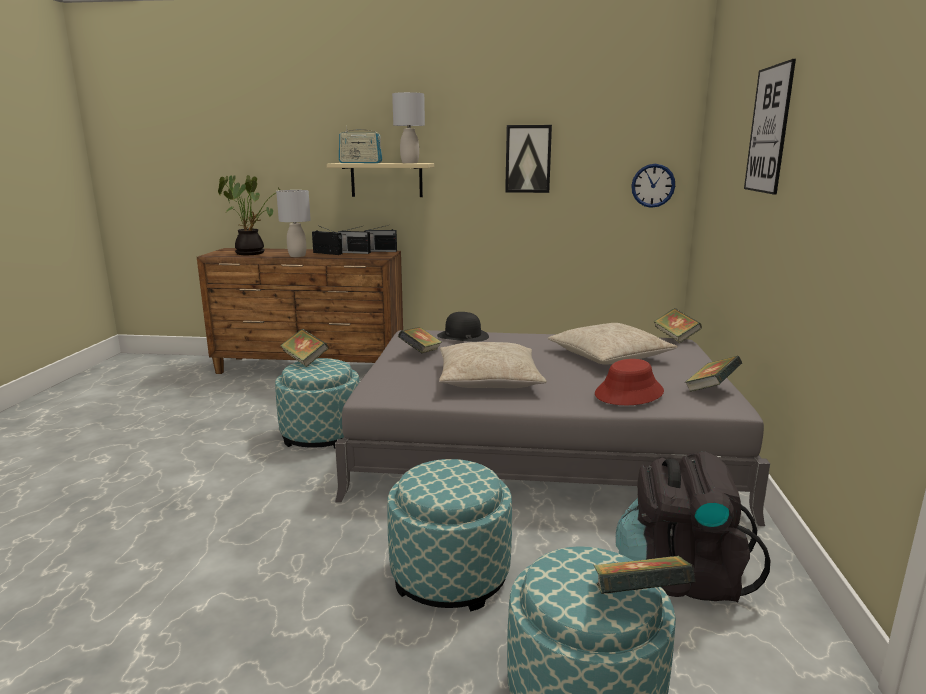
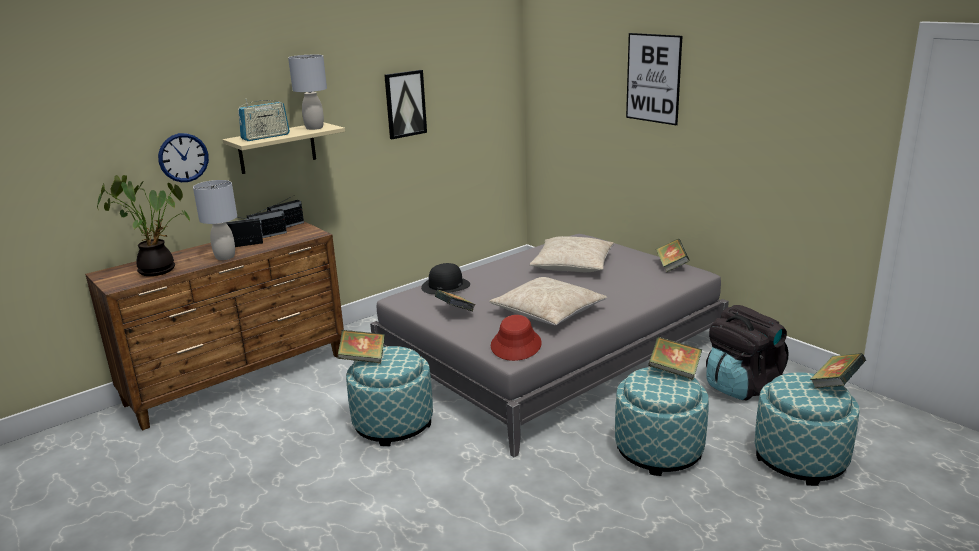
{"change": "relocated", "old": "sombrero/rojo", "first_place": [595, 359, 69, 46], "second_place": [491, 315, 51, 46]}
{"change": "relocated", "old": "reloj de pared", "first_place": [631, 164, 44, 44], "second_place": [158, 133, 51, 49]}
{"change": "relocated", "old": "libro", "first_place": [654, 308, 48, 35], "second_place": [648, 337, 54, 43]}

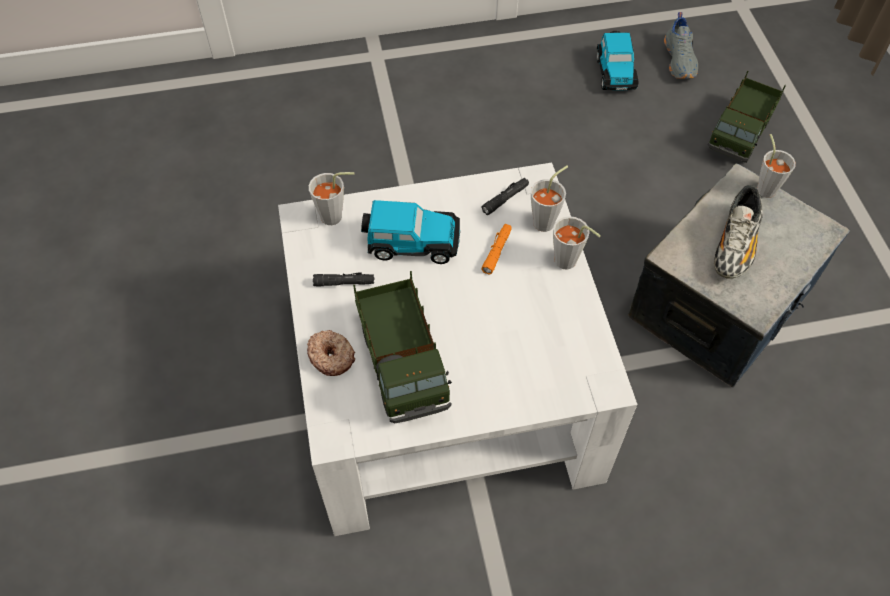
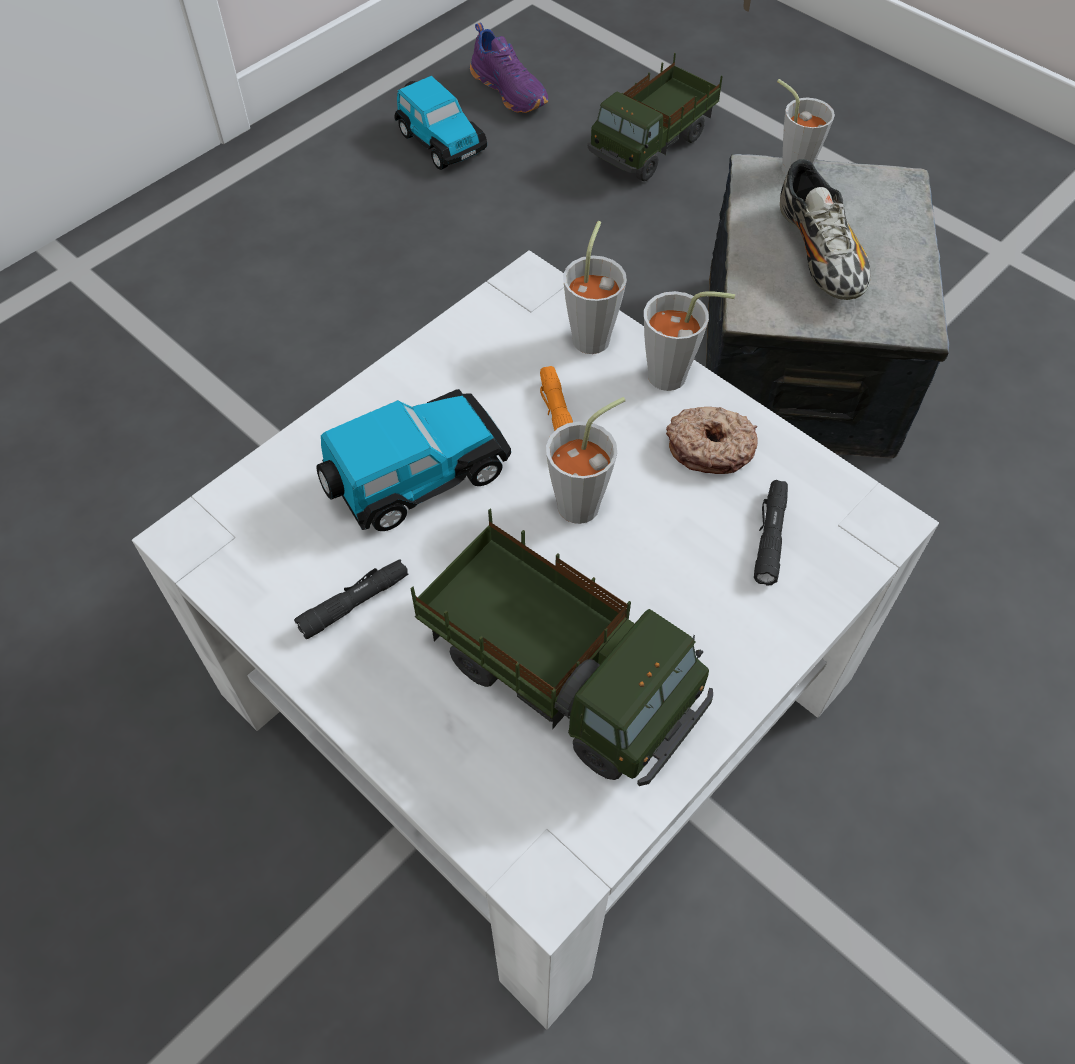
{"change": "relocated", "old": "rosquilla", "first_place": [307, 330, 48, 46], "second_place": [666, 407, 91, 67]}
{"change": "relocated", "old": "taza/gris", "first_place": [309, 172, 46, 53], "second_place": [546, 397, 80, 127]}
{"change": "relocated", "old": "linterna/negro", "first_place": [481, 178, 48, 37], "second_place": [754, 480, 34, 105]}
{"change": "colour", "old": "zapato/gris", "new": "zapato/morado", "first_place": [664, 12, 34, 67], "second_place": [470, 22, 78, 91]}
{"change": "spun", "old": "camión de juguete", "first_place": [708, 70, 78, 93], "second_place": [588, 53, 135, 128], "degrees": 45}

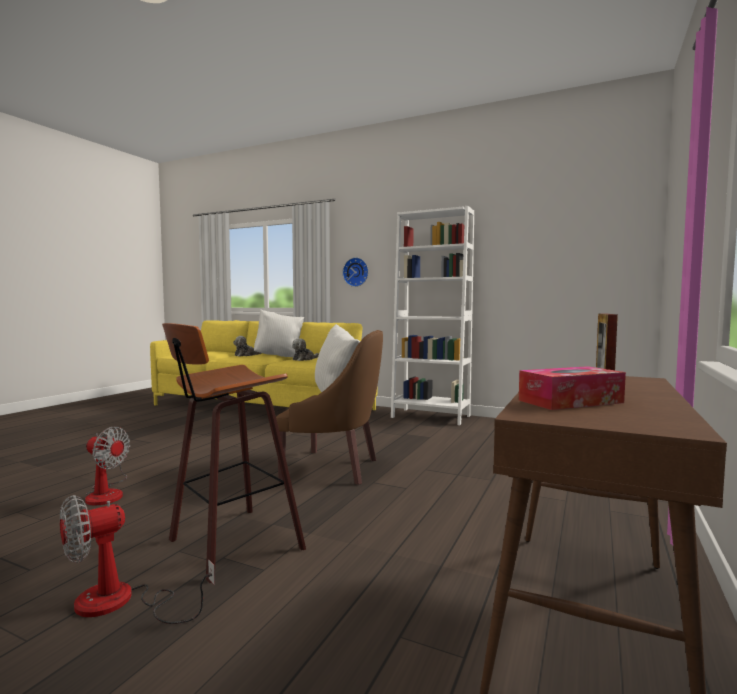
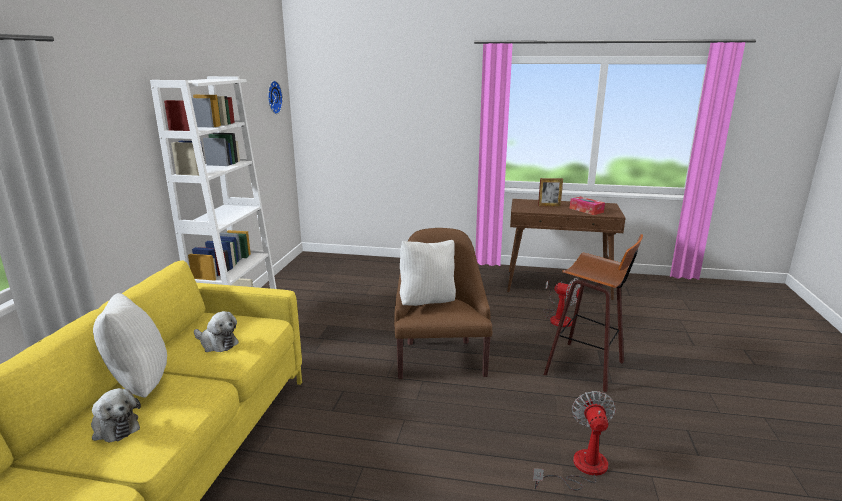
{"change": "relocated", "old": "ventilador", "first_place": [60, 495, 155, 129], "second_place": [543, 278, 37, 49]}
{"change": "relocated", "old": "reloj de pared", "first_place": [342, 257, 27, 30], "second_place": [268, 81, 15, 33]}

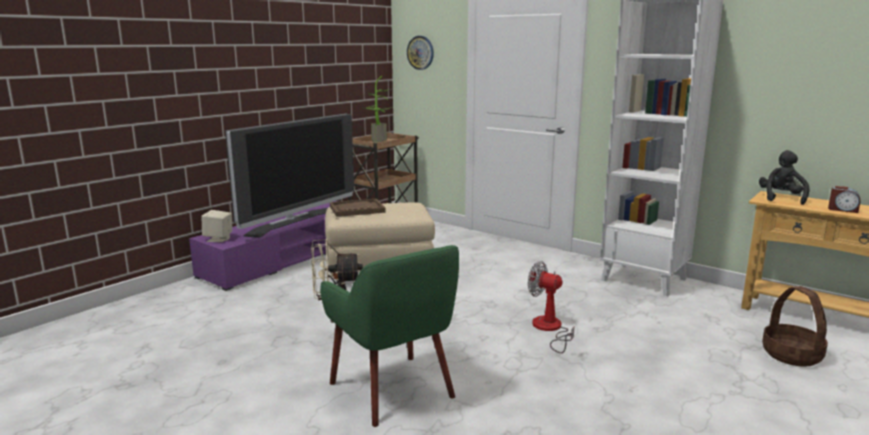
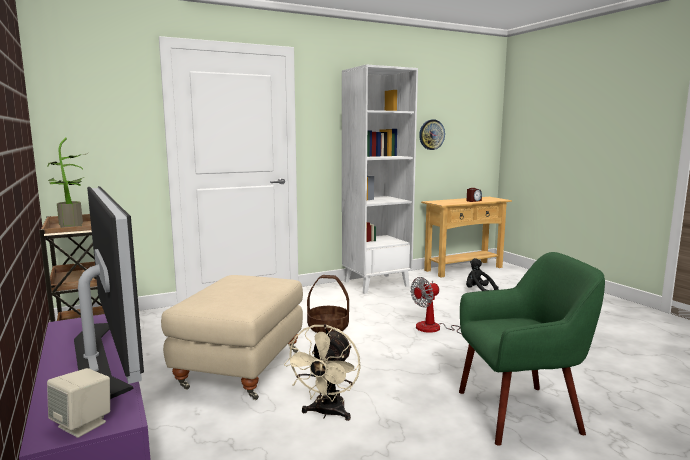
{"change": "missing", "old": "bandeja/marrón", "first_place": [330, 199, 56, 18]}
{"change": "relocated", "old": "reloj de pared", "first_place": [407, 36, 27, 34], "second_place": [419, 120, 26, 30]}
{"change": "relocated", "old": "peluche/negro", "first_place": [759, 150, 50, 55], "second_place": [466, 258, 33, 33]}
{"change": "relocated", "old": "cesta", "first_place": [762, 286, 66, 81], "second_place": [307, 275, 42, 58]}

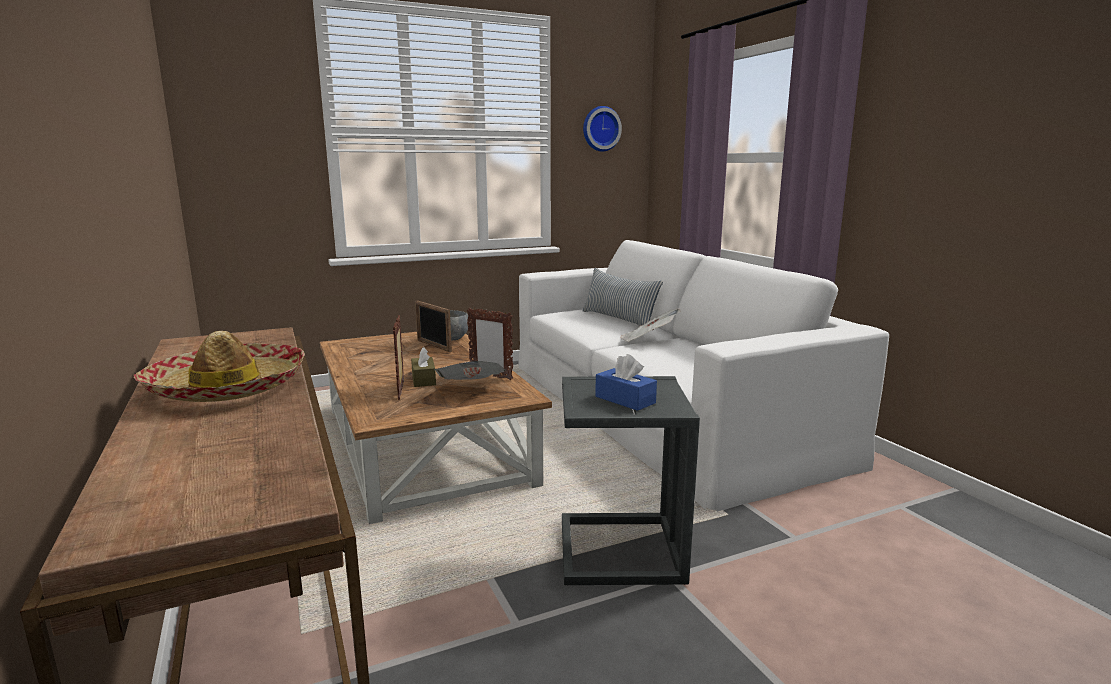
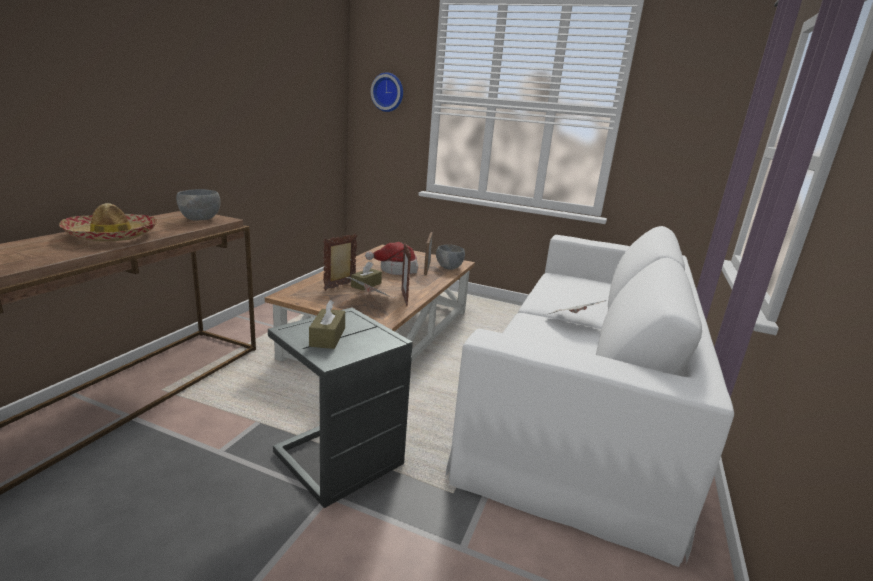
{"change": "relocated", "old": "reloj de pared", "first_place": [583, 106, 39, 46], "second_place": [371, 72, 32, 40]}
{"change": "missing", "old": "cojín", "first_place": [583, 268, 80, 58]}
{"change": "colour", "old": "caja de pañuelos/azul", "new": "caja de pañuelos/marrón", "first_place": [595, 354, 62, 57], "second_place": [309, 300, 36, 49]}
{"change": "appeared", "new": "cuenco/gris", "second_place": [176, 189, 45, 32]}
{"change": "appeared", "new": "sombrero", "second_place": [365, 242, 53, 33]}

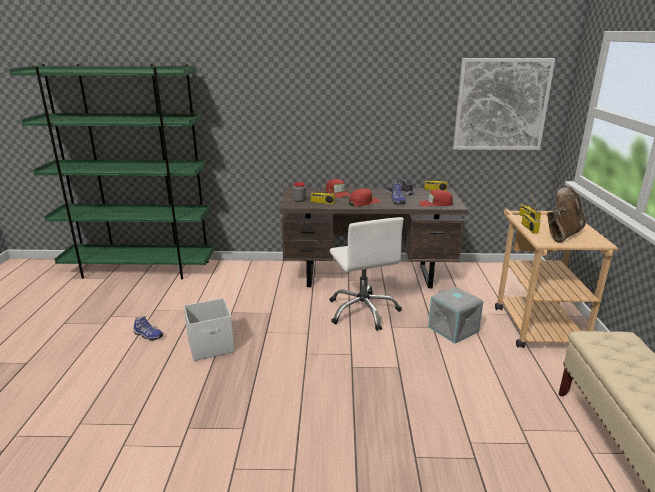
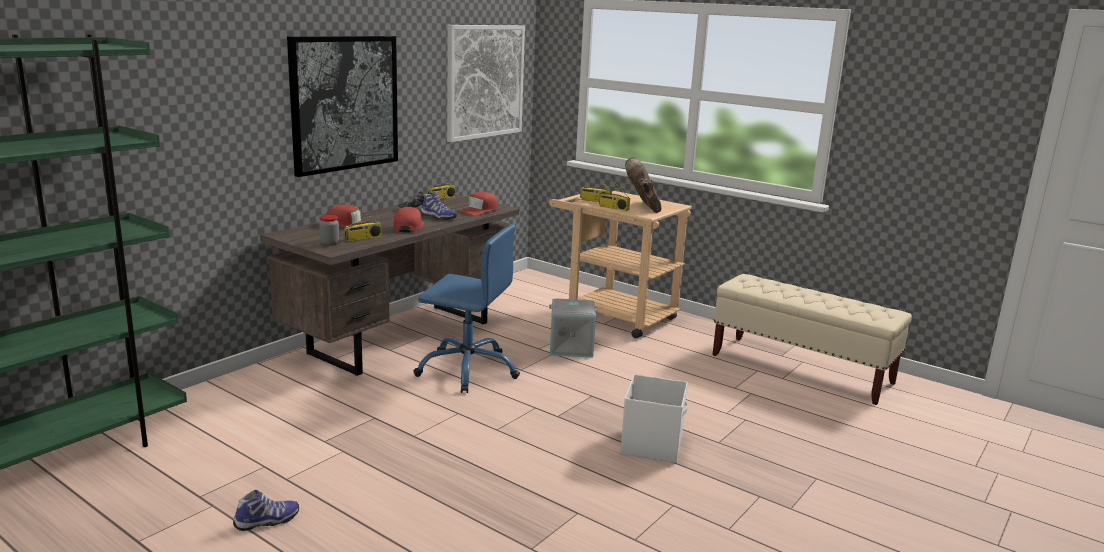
{"change": "relocated", "old": "caja de almacenaje/blanco", "first_place": [184, 298, 50, 63], "second_place": [621, 374, 67, 89]}
{"change": "colour", "old": "silla de oficina/blanco", "new": "silla de oficina/azul", "first_place": [330, 217, 74, 114], "second_place": [413, 224, 107, 169]}
{"change": "appeared", "new": "cuadro", "second_place": [287, 36, 111, 141]}

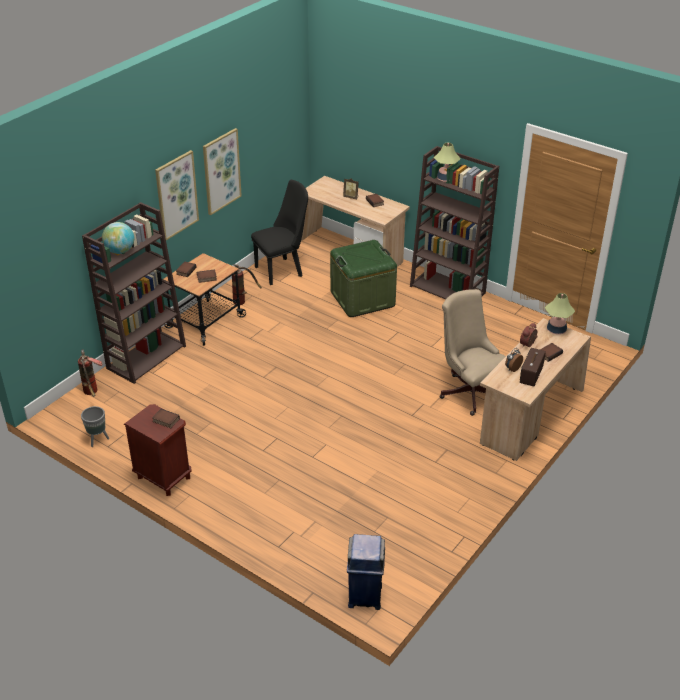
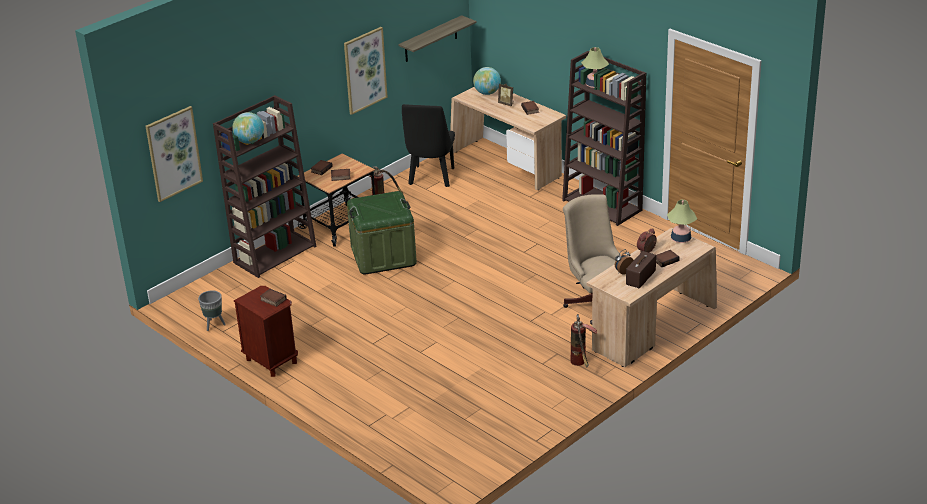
{"change": "relocated", "old": "extintor", "first_place": [78, 349, 24, 48], "second_place": [571, 314, 26, 53]}
{"change": "relocated", "old": "cuadro", "first_place": [155, 150, 44, 90], "second_place": [146, 106, 57, 96]}
{"change": "spun", "old": "silla/negro", "first_place": [251, 180, 57, 105], "second_place": [402, 104, 53, 83], "degrees": 120}
{"change": "relocated", "old": "caja de almacenaje/verde", "first_place": [330, 240, 67, 77], "second_place": [347, 191, 70, 84]}
{"change": "missing", "old": "papelera/azul", "first_place": [347, 534, 38, 76]}
{"change": "appeared", "new": "estante", "second_place": [398, 15, 79, 47]}
{"change": "appeared", "new": "globo terráqueo", "second_place": [473, 67, 28, 28]}

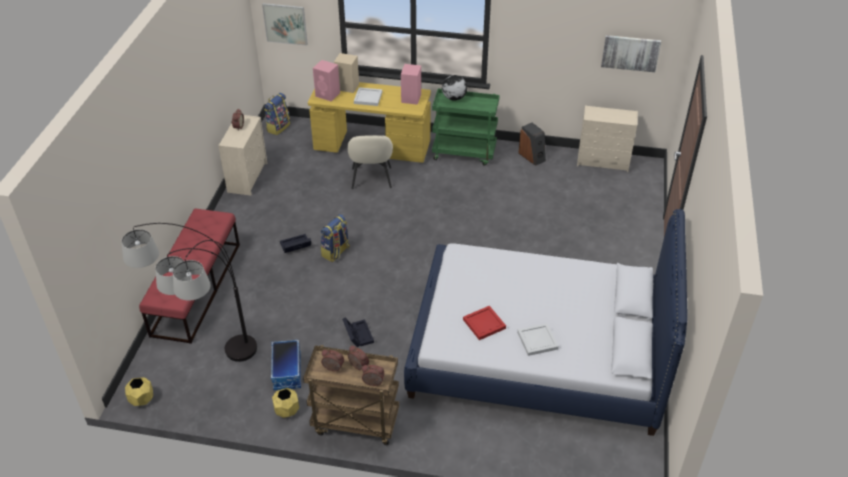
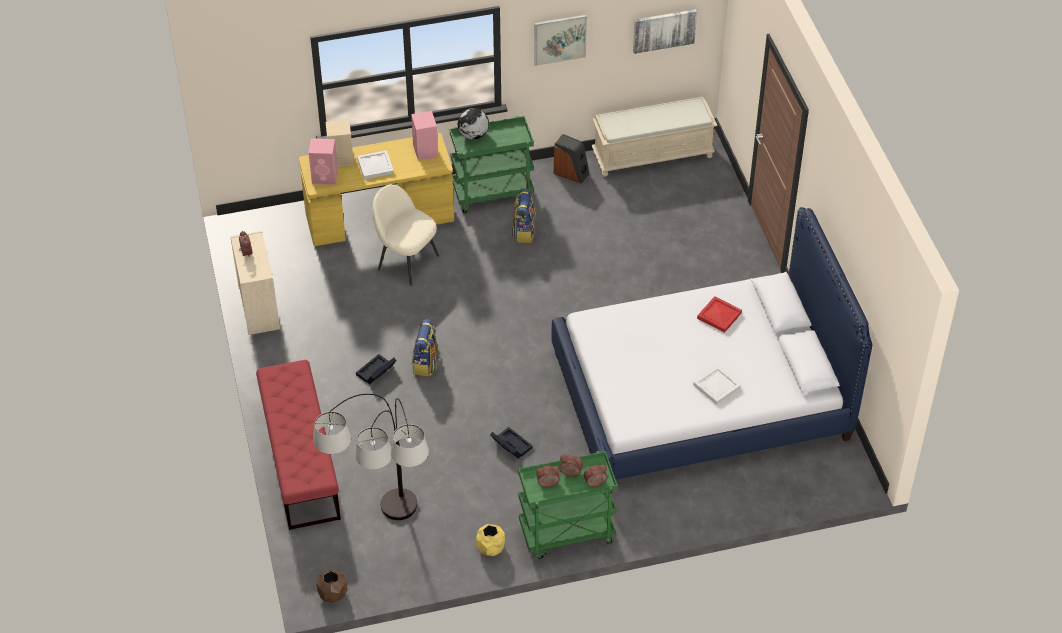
{"change": "colour", "old": "maceta/amarillo", "new": "maceta/marrón", "first_place": [125, 377, 28, 29], "second_place": [316, 569, 31, 34]}
{"change": "relocated", "old": "cuadro", "first_place": [262, 3, 46, 43], "second_place": [534, 15, 53, 51]}
{"change": "relocated", "old": "mochila", "first_place": [264, 93, 27, 42], "second_place": [512, 189, 24, 54]}
{"change": "missing", "old": "caja de almacenaje", "first_place": [271, 340, 30, 50]}
{"change": "colour", "old": "carrito/marrón", "new": "carrito/verde", "first_place": [303, 345, 96, 100], "second_place": [518, 451, 100, 108]}
{"change": "spun", "old": "silla/beis", "first_place": [348, 135, 45, 54], "second_place": [373, 184, 66, 102], "degrees": 150}
{"change": "relocated", "old": "bandeja/rojo", "first_place": [463, 306, 43, 34], "second_place": [697, 296, 45, 37]}
{"change": "exchanged", "old": "cómoda/beis", "new": "banco/beis", "first_place": [577, 105, 61, 67], "second_place": [592, 97, 126, 80]}

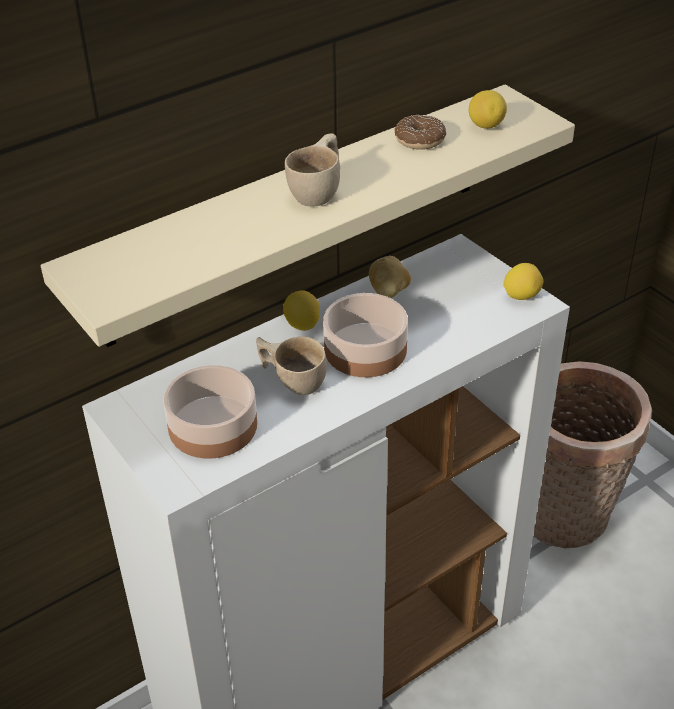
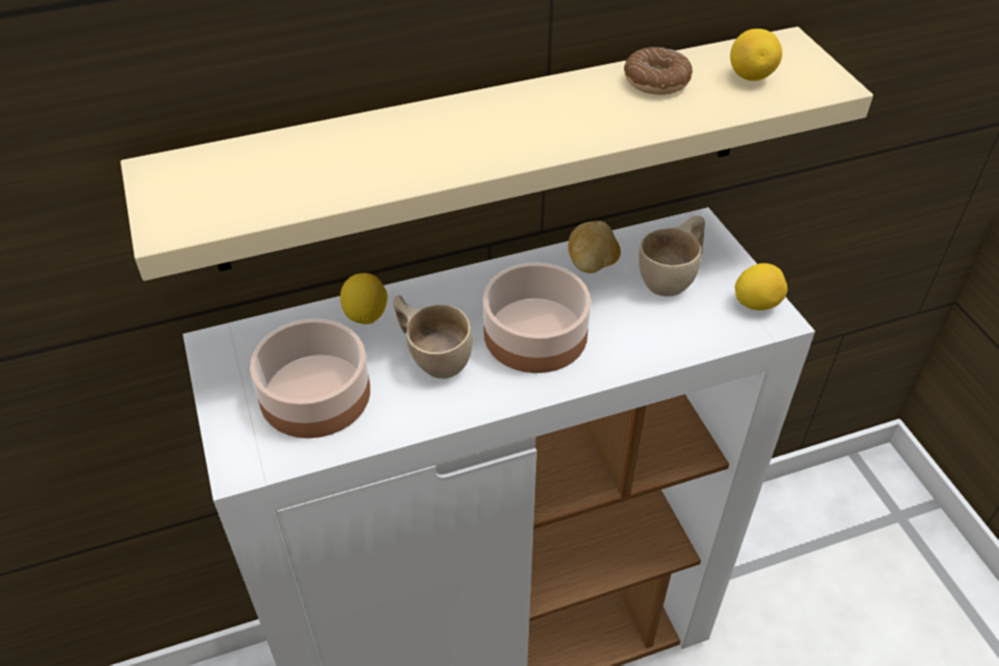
{"change": "relocated", "old": "limón", "first_place": [283, 290, 37, 41], "second_place": [340, 273, 48, 51]}
{"change": "relocated", "old": "taza/beis", "first_place": [285, 133, 55, 74], "second_place": [639, 216, 66, 81]}
{"change": "missing", "old": "cesta", "first_place": [533, 361, 119, 187]}

